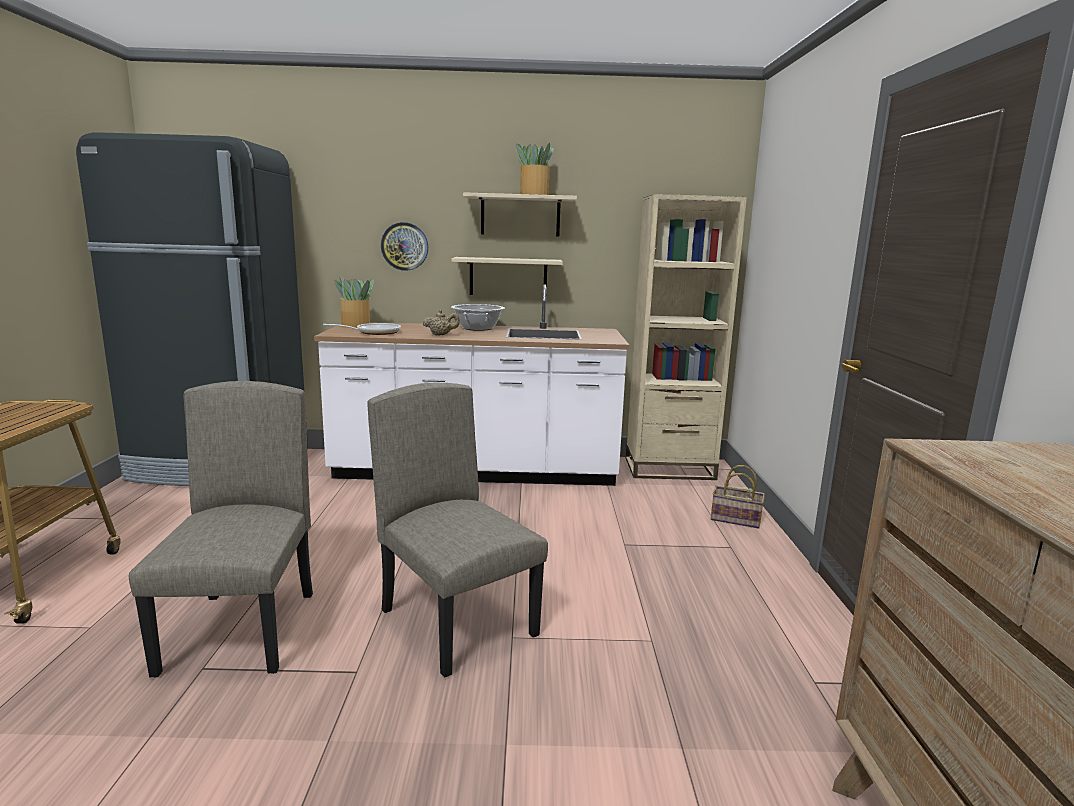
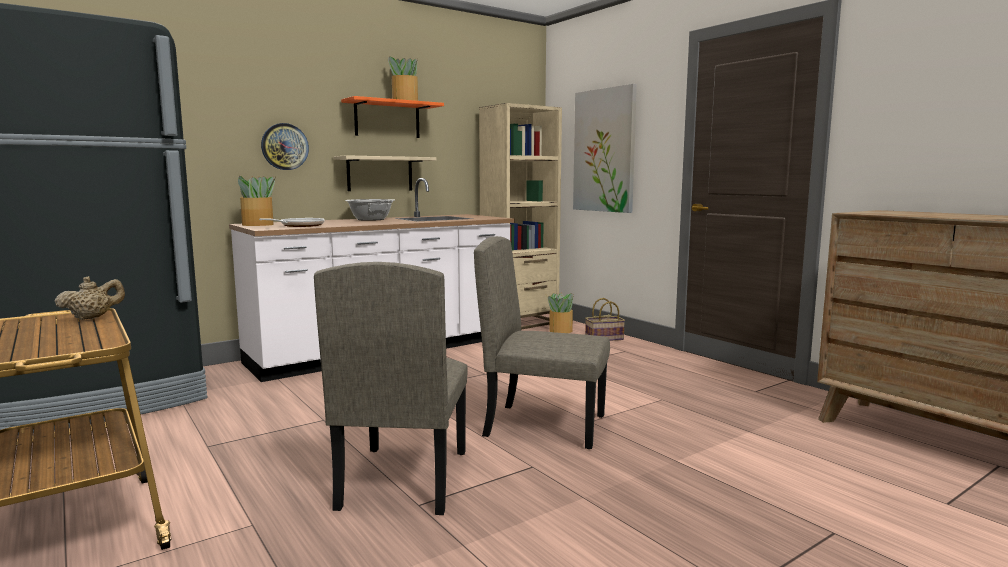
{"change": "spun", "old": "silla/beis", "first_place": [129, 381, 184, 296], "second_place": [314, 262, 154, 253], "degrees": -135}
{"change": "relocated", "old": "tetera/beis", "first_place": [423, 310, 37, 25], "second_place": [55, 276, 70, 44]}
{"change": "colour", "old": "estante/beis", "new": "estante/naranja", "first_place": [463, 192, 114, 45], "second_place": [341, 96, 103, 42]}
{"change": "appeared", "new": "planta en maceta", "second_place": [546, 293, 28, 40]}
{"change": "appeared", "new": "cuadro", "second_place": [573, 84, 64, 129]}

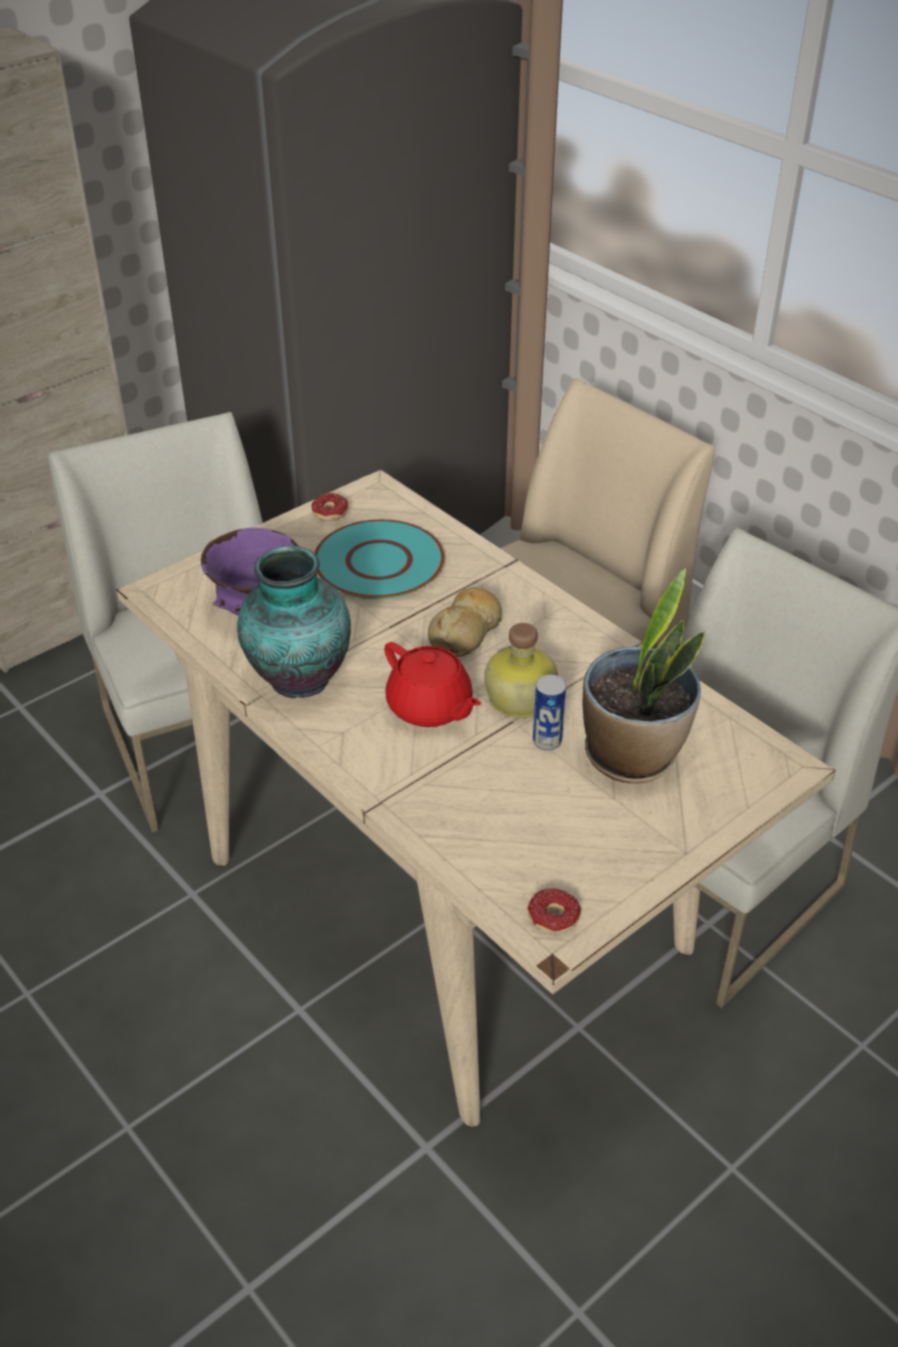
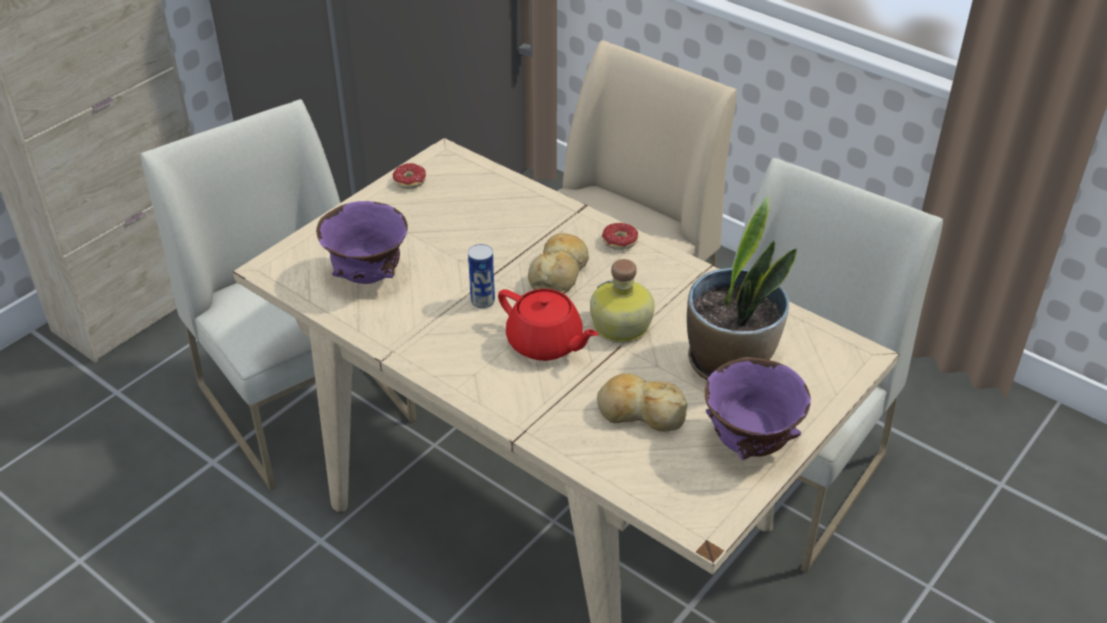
{"change": "missing", "old": "florero", "first_place": [237, 545, 114, 153]}
{"change": "missing", "old": "plato/turquesa", "first_place": [314, 519, 131, 80]}
{"change": "relocated", "old": "rosquilla", "first_place": [527, 888, 54, 46], "second_place": [602, 223, 36, 27]}
{"change": "relocated", "old": "lata", "first_place": [533, 675, 33, 76], "second_place": [468, 244, 27, 64]}
{"change": "appeared", "new": "pan", "second_place": [597, 373, 90, 59]}
{"change": "appeared", "new": "cuenco/morado", "second_place": [705, 357, 106, 103]}

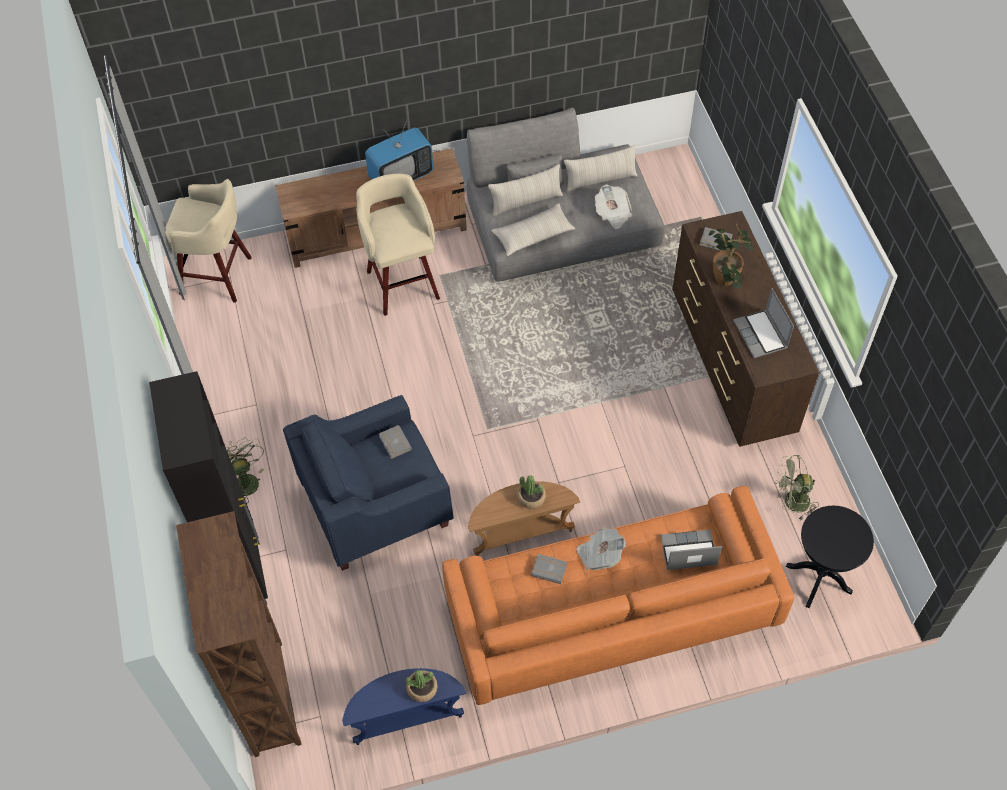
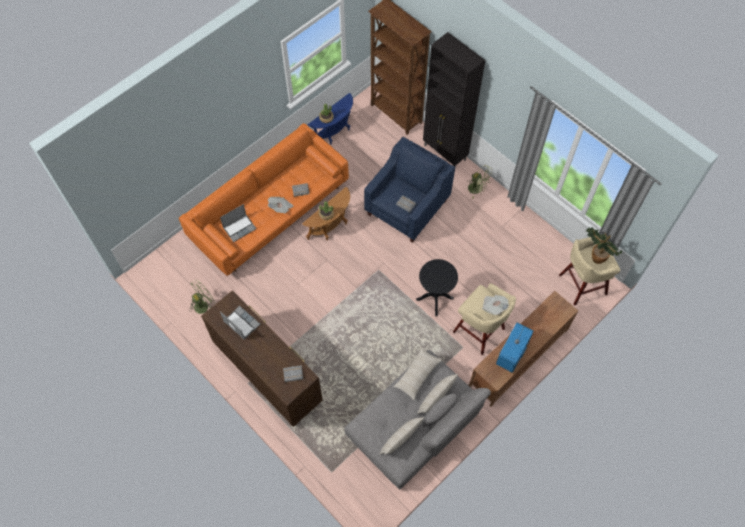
{"change": "relocated", "old": "periódico", "first_place": [595, 184, 37, 45], "second_place": [482, 295, 27, 20]}
{"change": "relocated", "old": "planta en maceta", "first_place": [709, 223, 44, 66], "second_place": [586, 227, 36, 37]}
{"change": "relocated", "old": "mesa auxiliar/negro", "first_place": [786, 506, 88, 102], "second_place": [416, 259, 42, 57]}

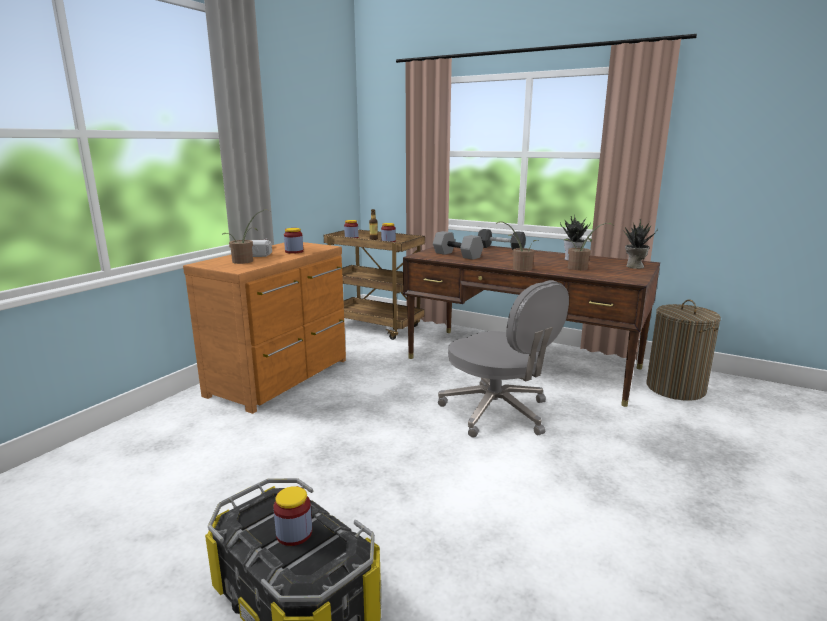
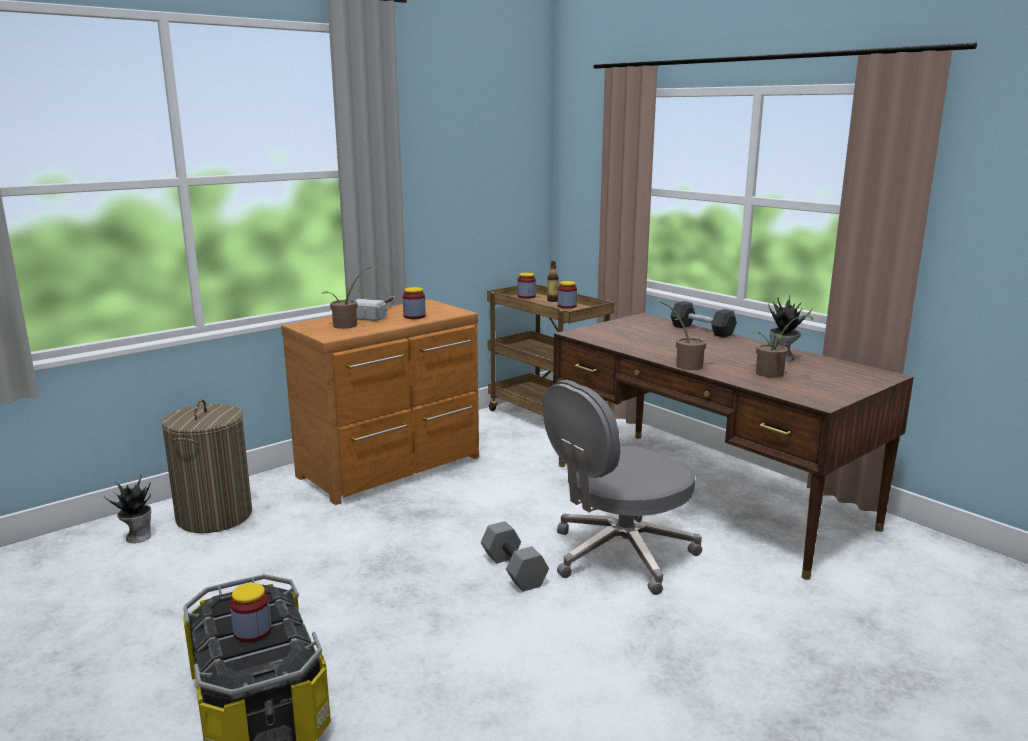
{"change": "relocated", "old": "mancuerna/gris", "first_place": [433, 231, 50, 29], "second_place": [481, 521, 68, 71]}
{"change": "spun", "old": "silla de oficina/gris", "first_place": [438, 280, 131, 158], "second_place": [543, 380, 159, 215], "degrees": 75}
{"change": "relocated", "old": "planta en maceta", "first_place": [624, 219, 34, 50], "second_place": [104, 475, 47, 68]}
{"change": "relocated", "old": "cesto de la ropa", "first_place": [646, 299, 75, 102], "second_place": [161, 400, 91, 133]}

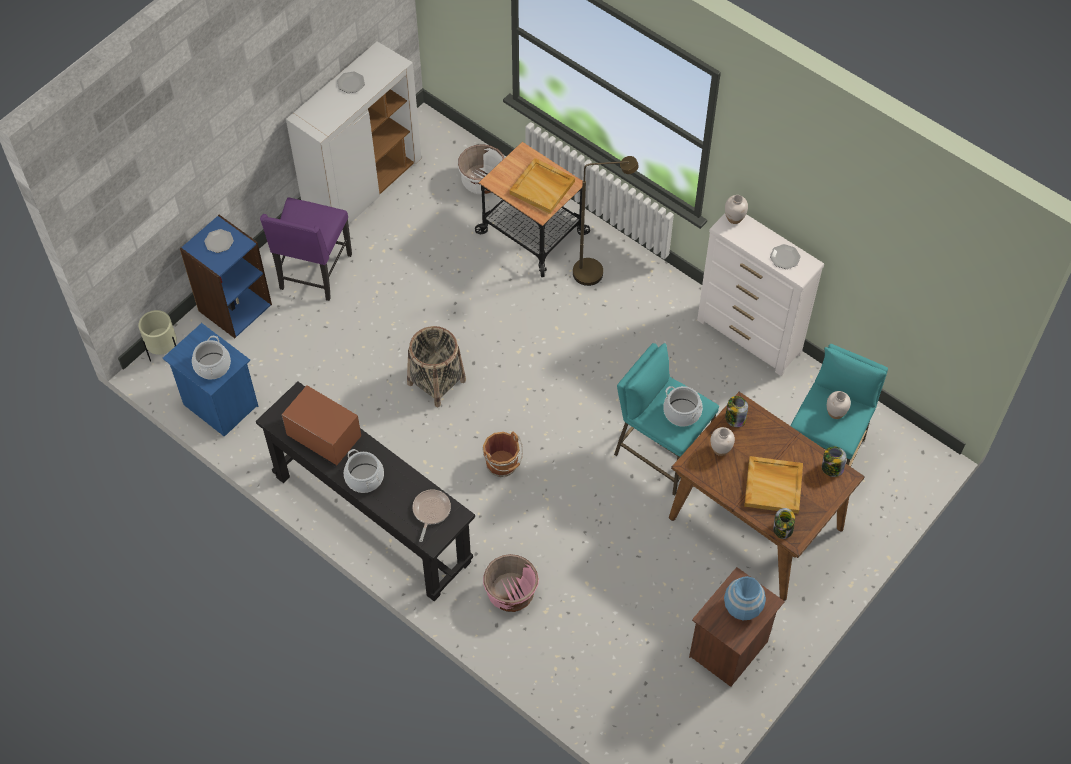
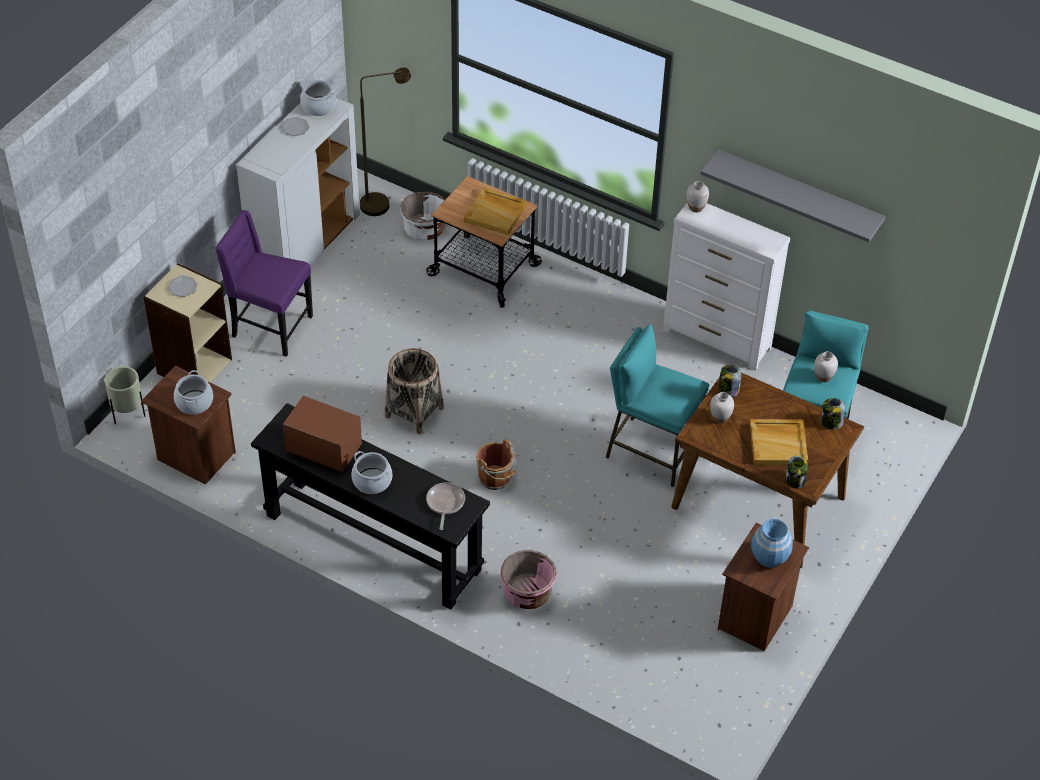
{"change": "colour", "old": "mesita de noche/azul", "new": "mesita de noche/marrón", "first_place": [163, 323, 95, 114], "second_place": [141, 366, 95, 119]}
{"change": "colour", "old": "estantería/azul", "new": "estantería/beis", "first_place": [180, 215, 92, 123], "second_place": [143, 263, 89, 120]}
{"change": "spun", "old": "silla/morado", "first_place": [260, 197, 92, 104], "second_place": [215, 210, 98, 147], "degrees": 105}
{"change": "relocated", "old": "lámpara de pie/marrón", "first_place": [573, 156, 66, 130], "second_place": [360, 67, 51, 149]}
{"change": "relocated", "old": "olla", "first_place": [663, 386, 40, 41], "second_place": [300, 80, 36, 36]}
{"change": "missing", "old": "plato", "first_place": [770, 244, 31, 25]}
{"change": "appeared", "new": "estante/gris", "second_place": [701, 149, 185, 94]}

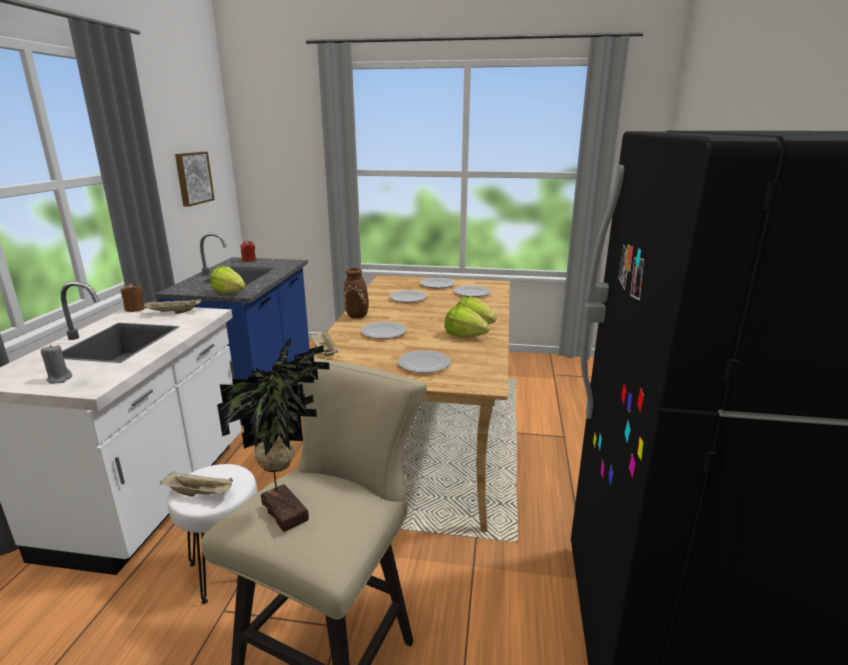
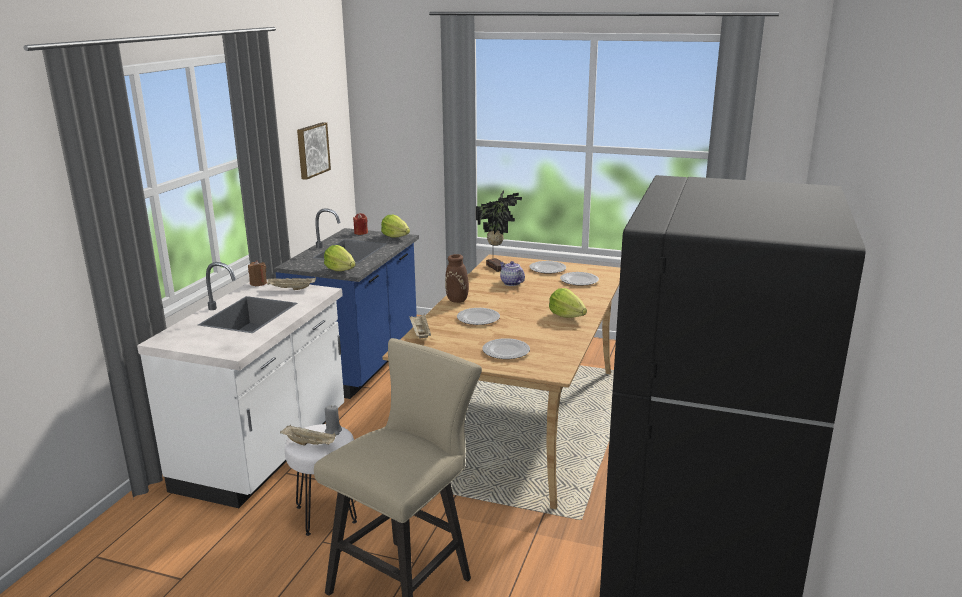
{"change": "relocated", "old": "vela/gris", "first_place": [41, 345, 31, 39], "second_place": [325, 405, 17, 30]}
{"change": "relocated", "old": "planta en maceta", "first_place": [217, 338, 113, 194], "second_place": [476, 190, 46, 82]}
{"change": "exchanged", "old": "plato", "new": "tetera", "first_place": [389, 290, 38, 13], "second_place": [500, 261, 25, 25]}
{"change": "relocated", "old": "lechuga", "first_place": [444, 306, 46, 32], "second_place": [381, 215, 29, 23]}

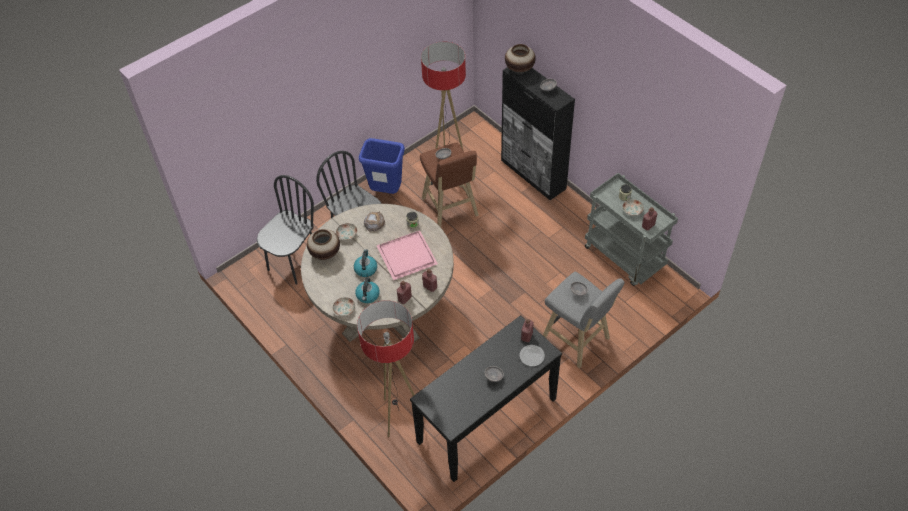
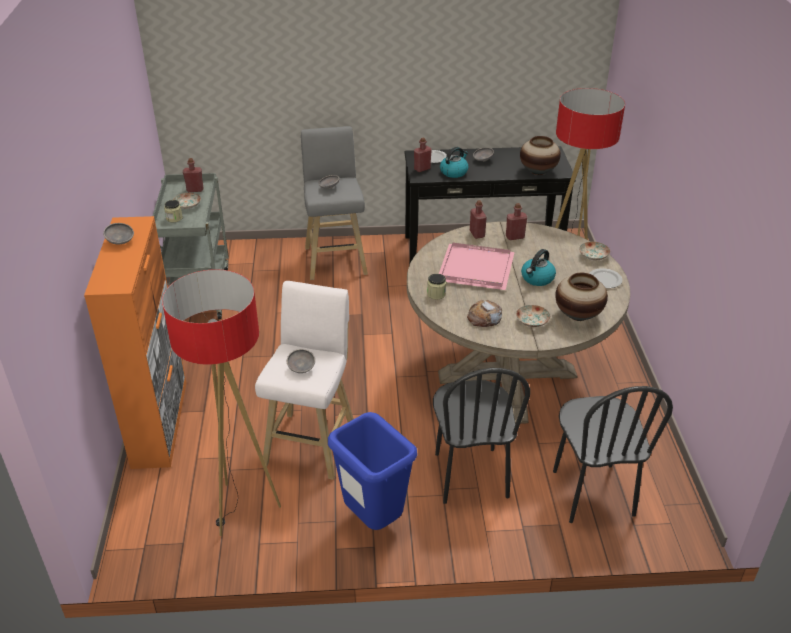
{"change": "spun", "old": "silla/negro", "first_place": [257, 175, 57, 110], "second_place": [553, 386, 120, 137], "degrees": -75}
{"change": "relocated", "old": "hervidor", "first_place": [355, 277, 25, 26], "second_place": [440, 147, 28, 31]}
{"change": "colour", "old": "taburete/marrón", "new": "taburete/blanco", "first_place": [420, 143, 59, 84], "second_place": [255, 281, 99, 199]}
{"change": "colour", "old": "armario/negro", "new": "armario/naranja", "first_place": [501, 67, 74, 133], "second_place": [84, 216, 102, 253]}
{"change": "relocated", "old": "florero", "first_place": [505, 44, 31, 29], "second_place": [520, 136, 41, 39]}
{"change": "appeared", "new": "plato", "second_place": [589, 268, 34, 20]}

